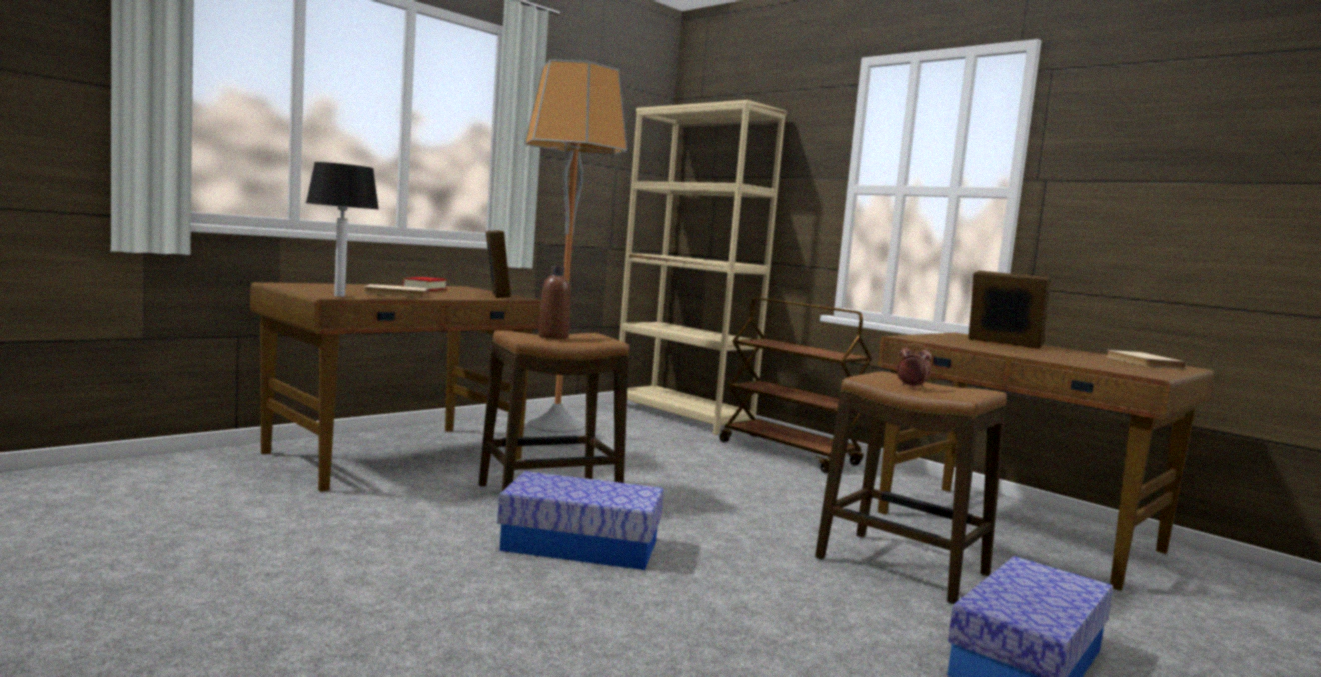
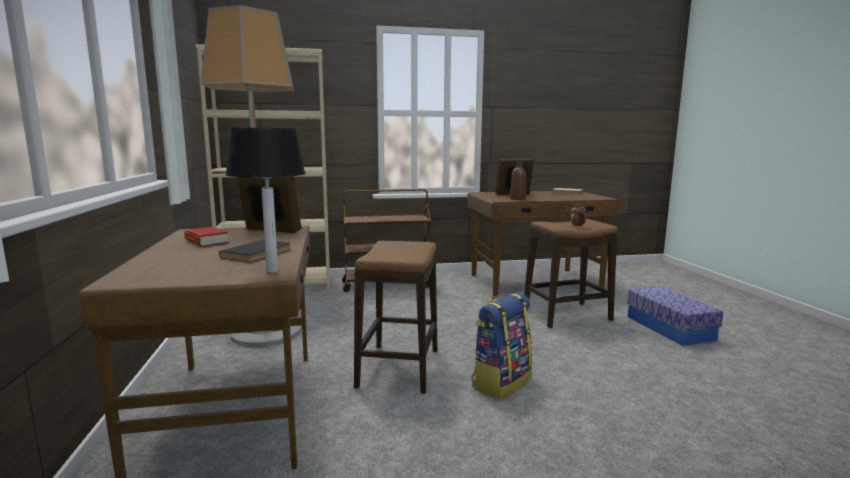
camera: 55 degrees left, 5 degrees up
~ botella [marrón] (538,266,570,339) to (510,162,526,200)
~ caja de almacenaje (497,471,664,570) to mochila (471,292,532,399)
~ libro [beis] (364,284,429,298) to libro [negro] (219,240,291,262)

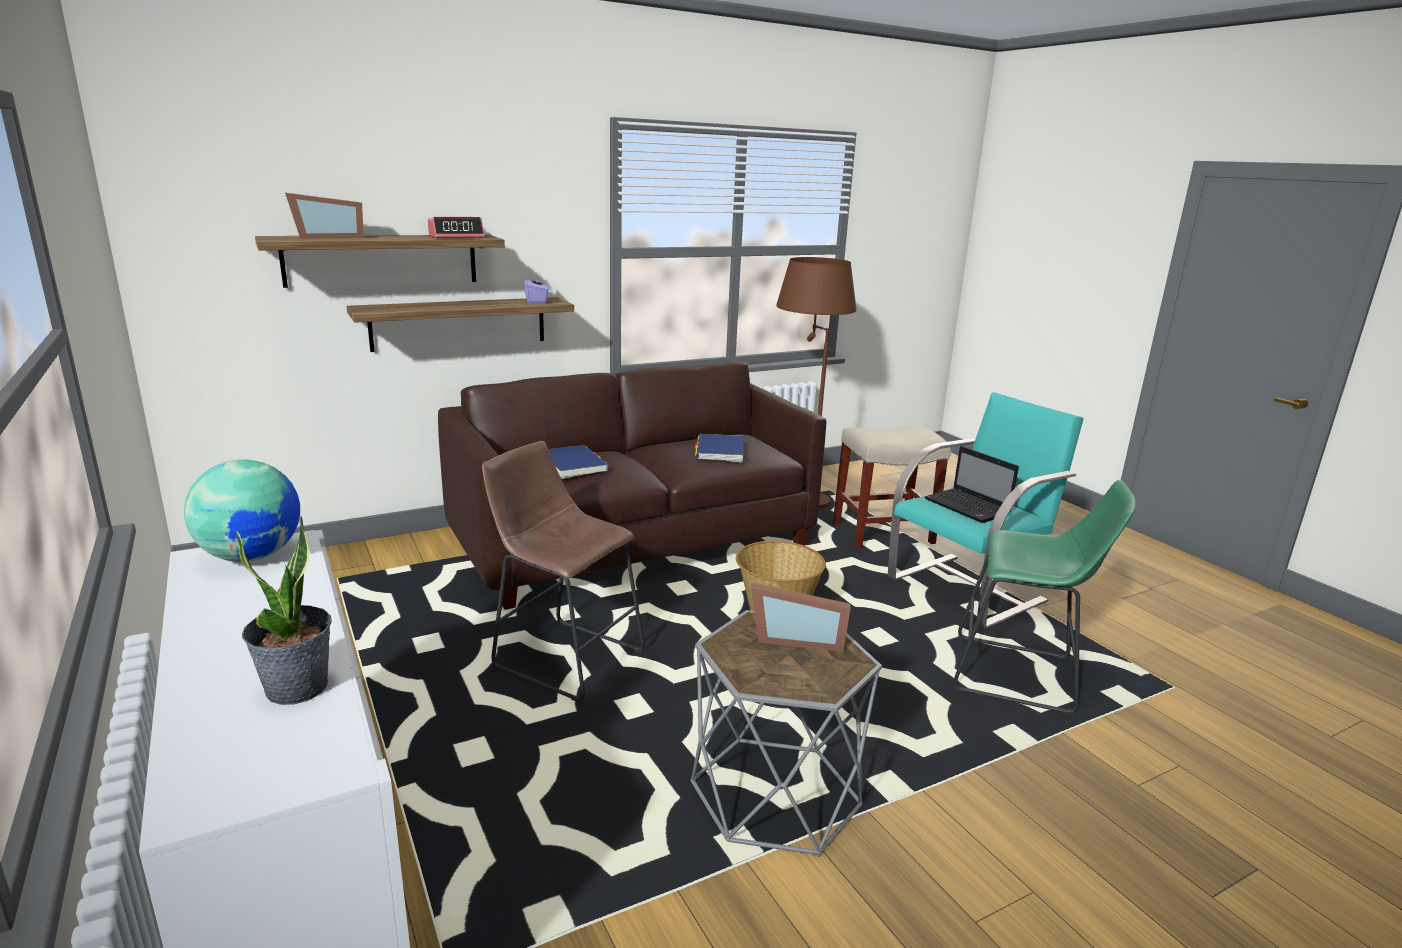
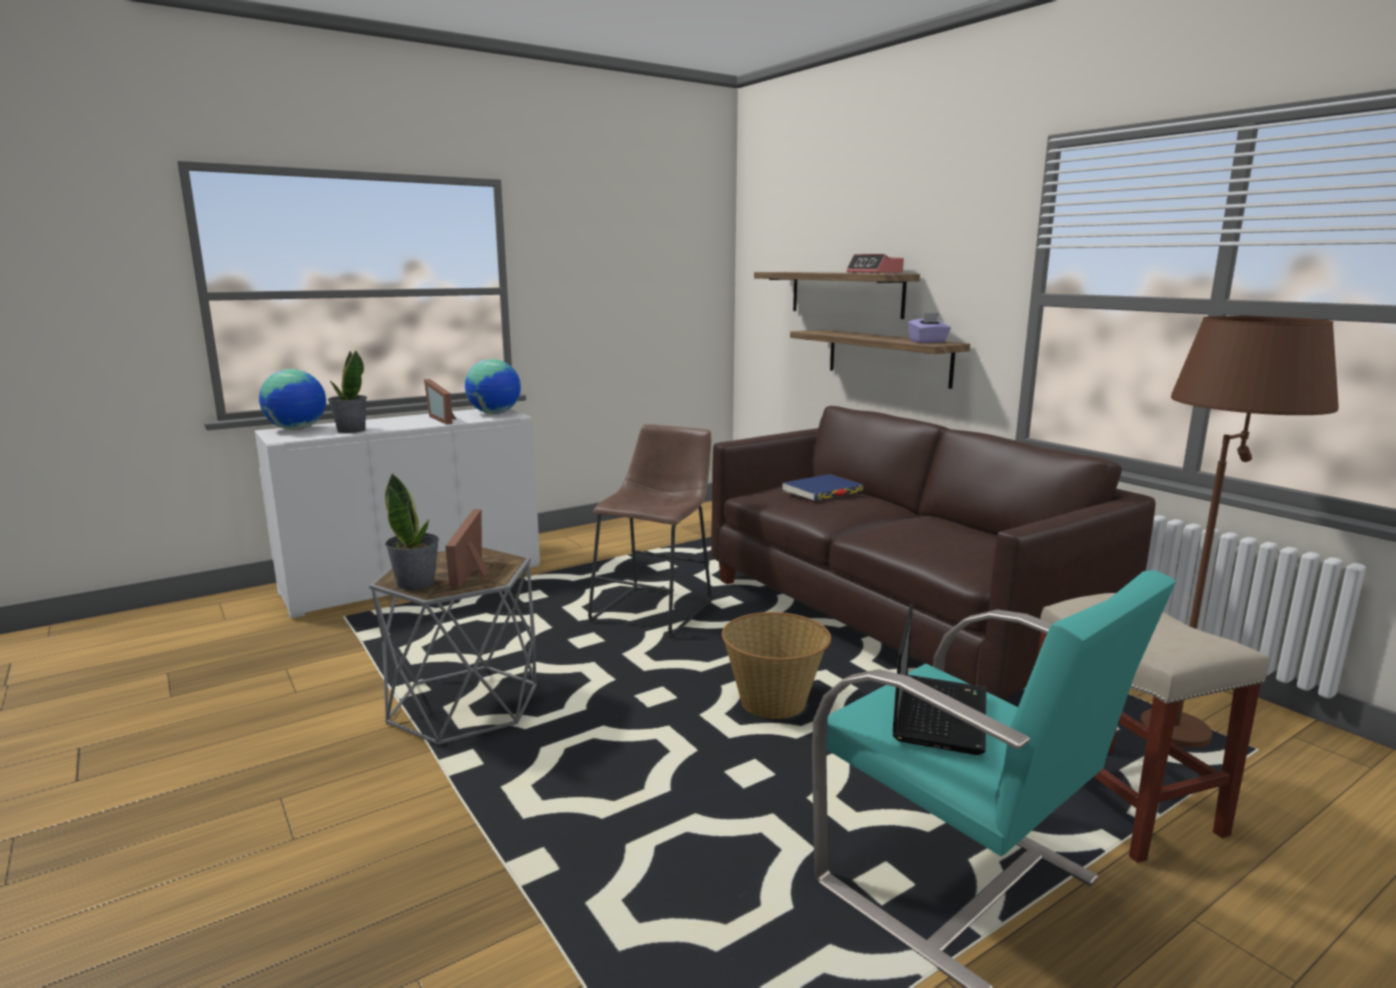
camera: 85 degrees right, 5 degrees down
- libro [azul] (694,434,744,462)
- taburete [verde] (953,480,1136,715)
+ globo terráqueo (259,369,326,430)
+ planta en maceta (385,473,439,591)
~ portarretratos (285,193,364,239) to (424,379,456,425)
~ portátil (925,446,1019,523) = (893,603,986,755) 150 degrees clockwise

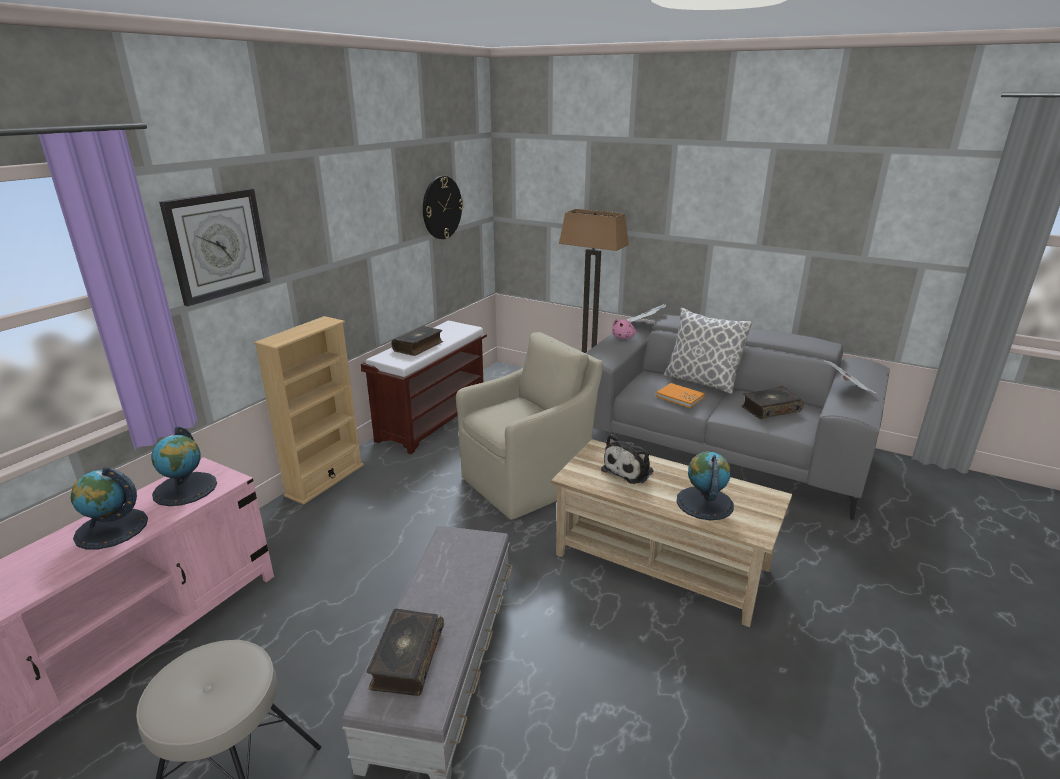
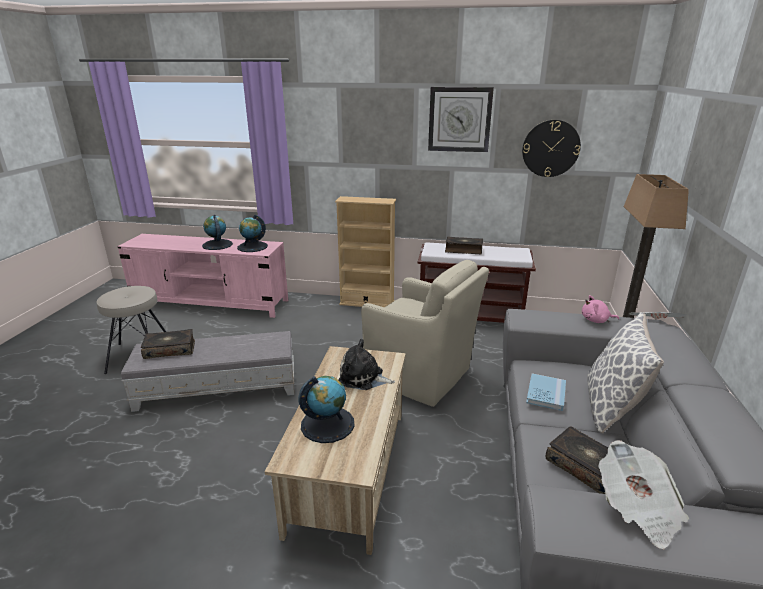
camera: 70 degrees right, 0 degrees up
~ reloj de pared (159,189,271,306) to (428,87,494,152)
~ libro [naranja] (656,383,705,408) to libro [azul] (526,373,566,411)

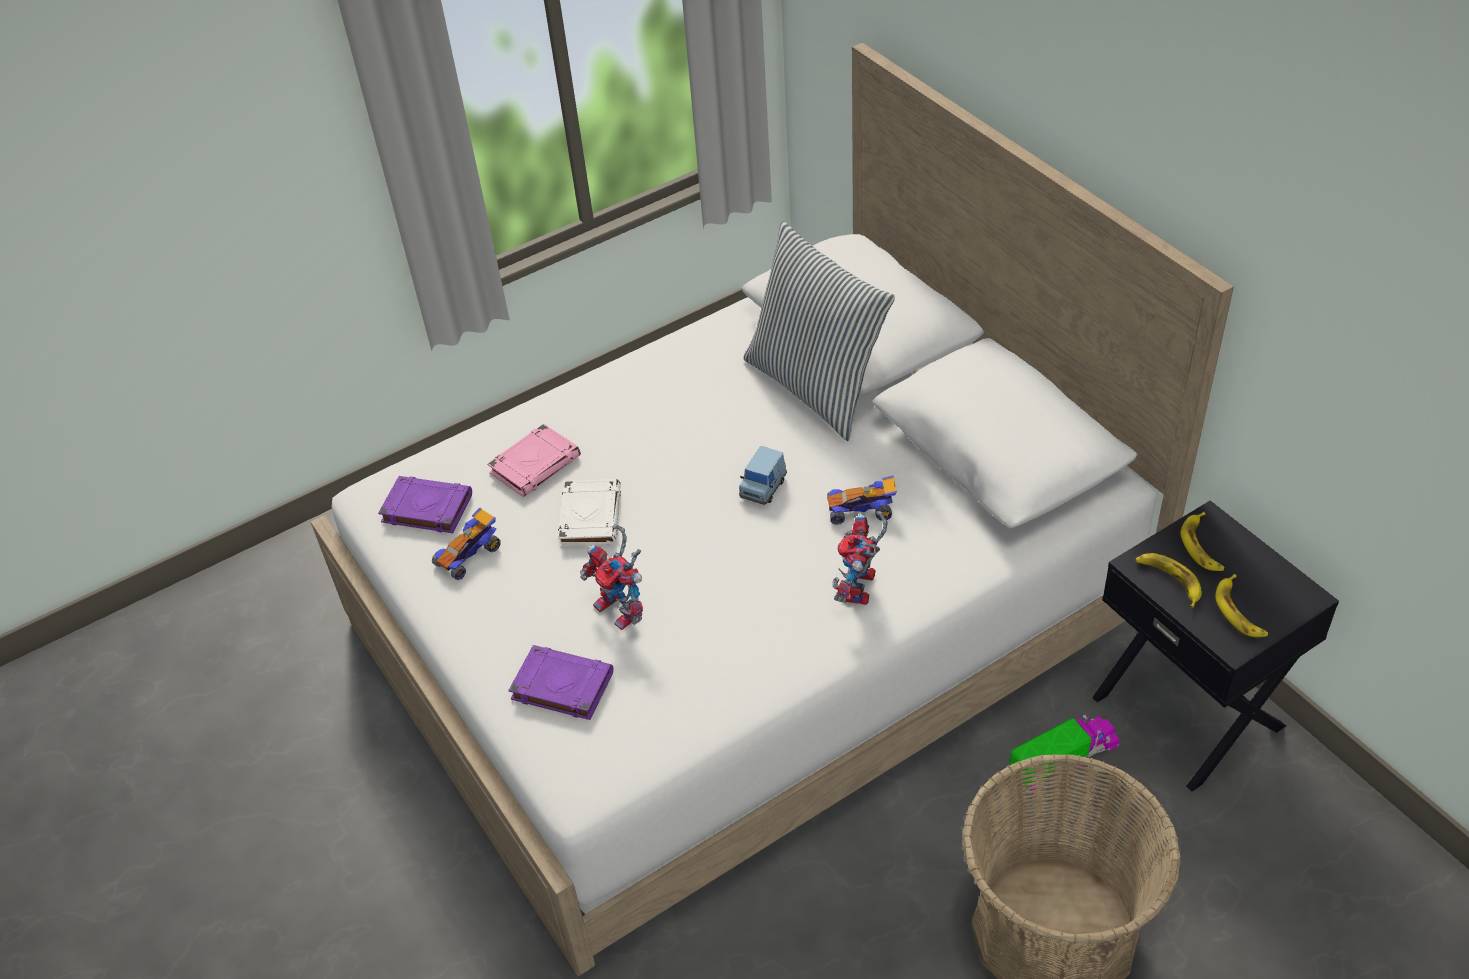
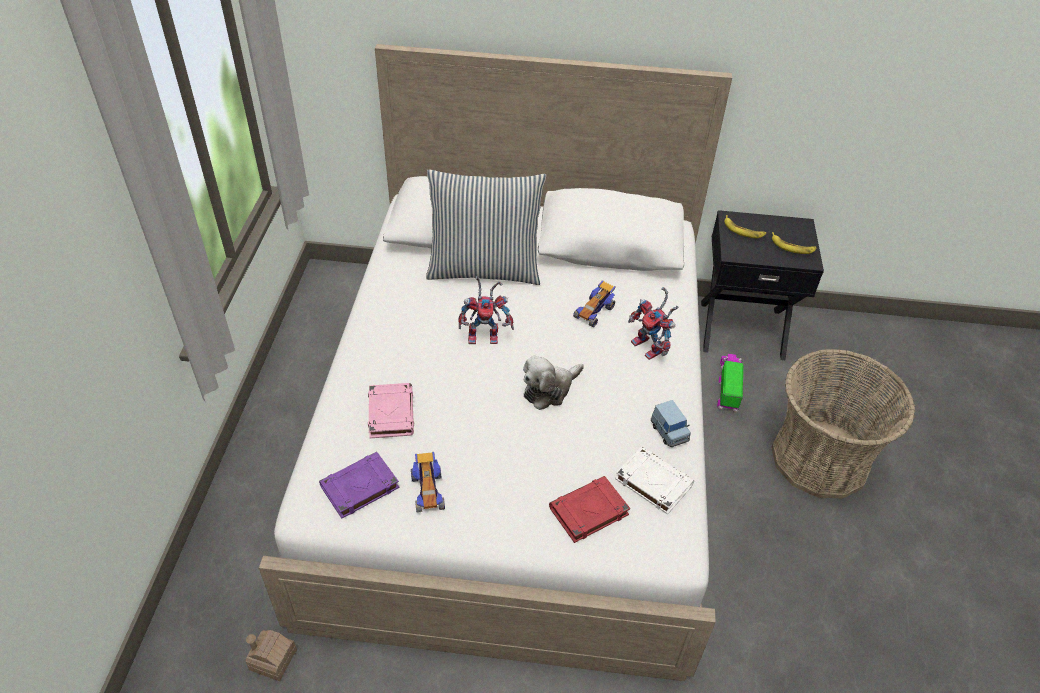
camera: 55 degrees left, 0 degrees up
- plátano (1135,553,1202,608)
+ casita (246,630,297,681)
+ peluche (523,355,584,410)
~ libro [blanco] (558,479,621,547) to (615,446,694,515)
~ robot de juguete (580,524,643,630) to (459,276,514,344)
~ coche de juguete [azul] (739,446,787,505) to (651,400,691,447)
~ libro [morado] (508,645,613,720) to libro [rojo] (549,476,630,543)

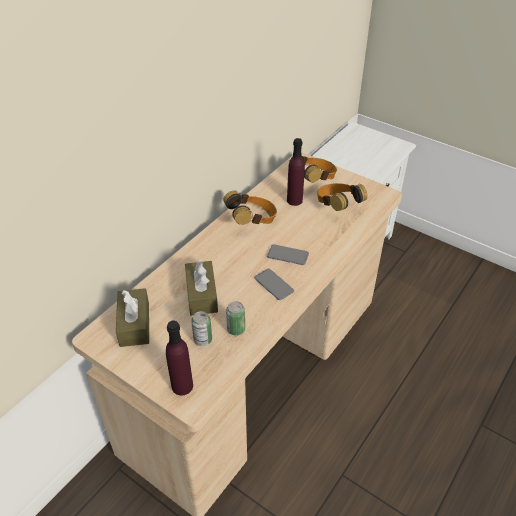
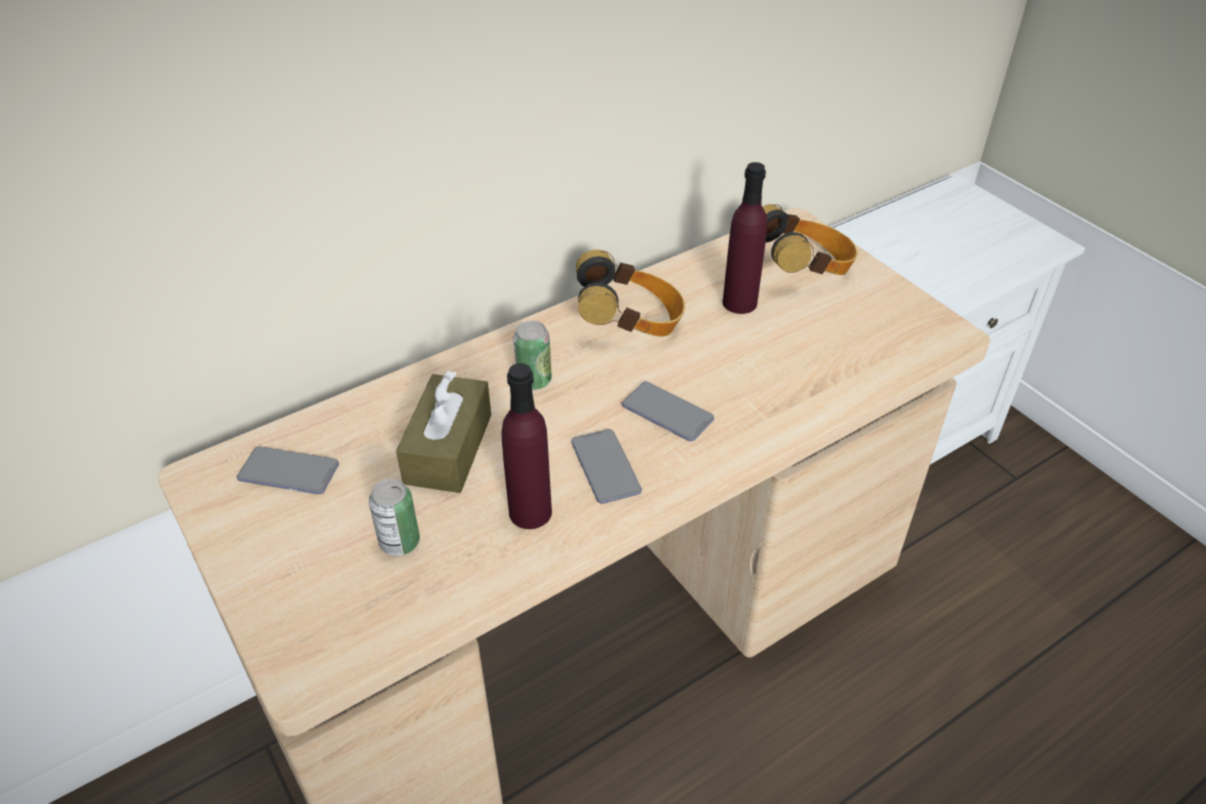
camera: 20 degrees right, 0 degrees up
- auriculares (317,183,367,211)
~ botella [morado] (166,321,193,395) to (501,363,552,529)
~ lata (226,301,245,336) to (513,321,552,390)
~ caja de pañuelos [marrón] (116,288,149,347) to móvil (236,446,339,494)

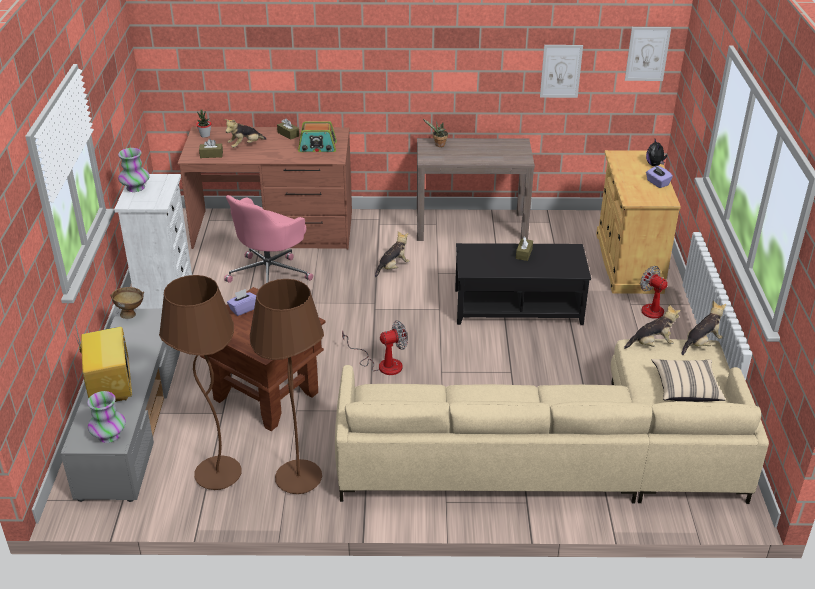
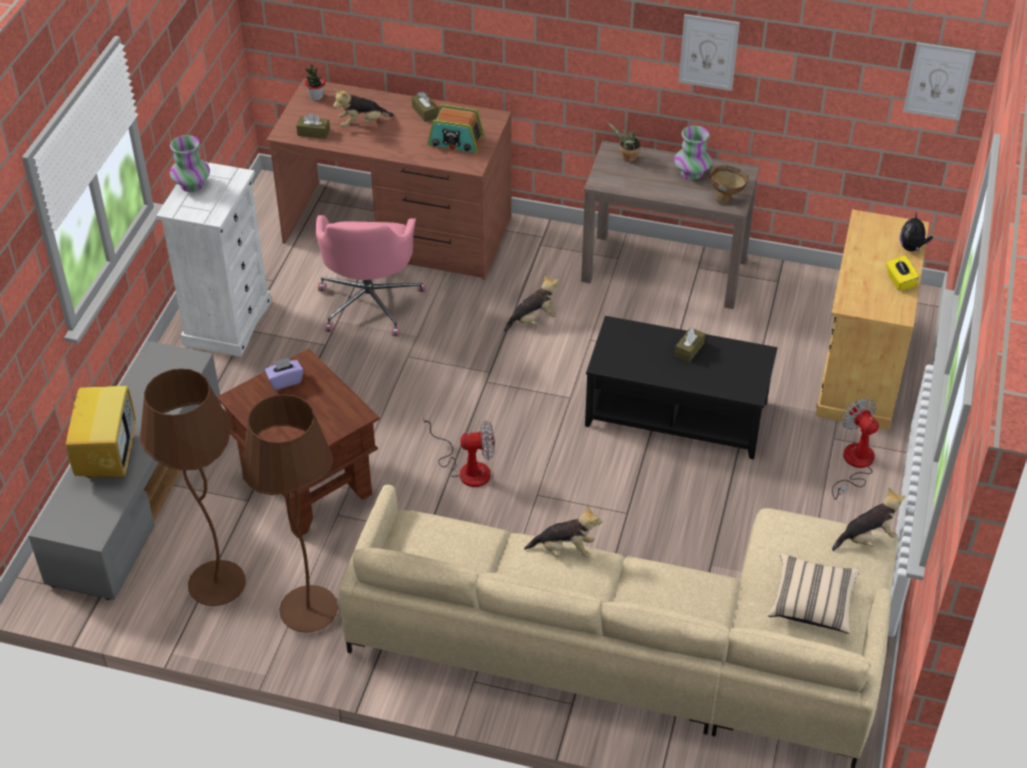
camera: 15 degrees right, 10 degrees up
~ florero (87,391,126,443) to (674,126,712,180)
~ cuenco [marrón] (110,287,144,319) to (710,165,749,205)
~ cuadro (540,45,583,98) to (678,14,740,91)
~ peluche (624,304,680,349) to (524,505,602,557)
~ caja de pañuelos [morado] (646,165,673,188) to caja de pañuelos [amarillo] (886,255,919,291)
~ silla de oficina [rosa] (224,195,313,283) = (316,215,426,336) 45 degrees counterclockwise

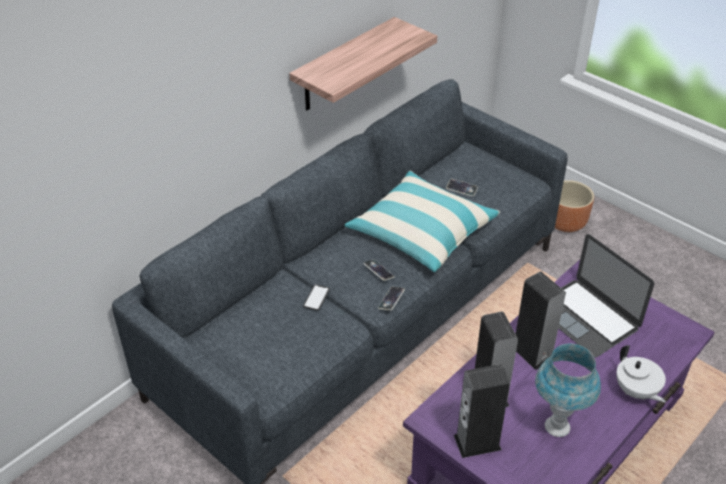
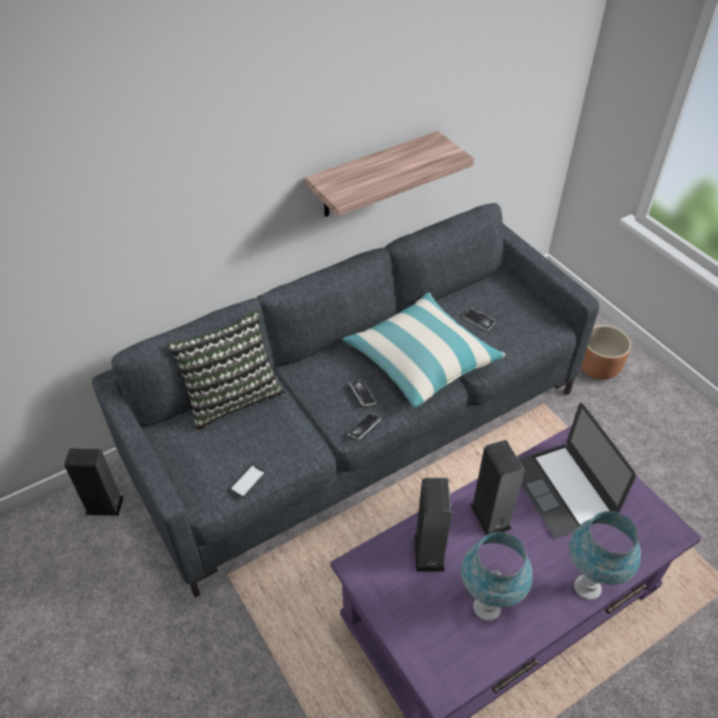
camera: 15 degrees right, 5 degrees up
+ cojín (167,310,285,431)
~ móvil (303,284,330,311) to (230,465,266,498)
~ altavoz (454,364,510,458) to (64,448,124,516)
~ tetera [blanco] (616,345,666,402) to lámpara de mesa [azul] (569,511,641,600)

